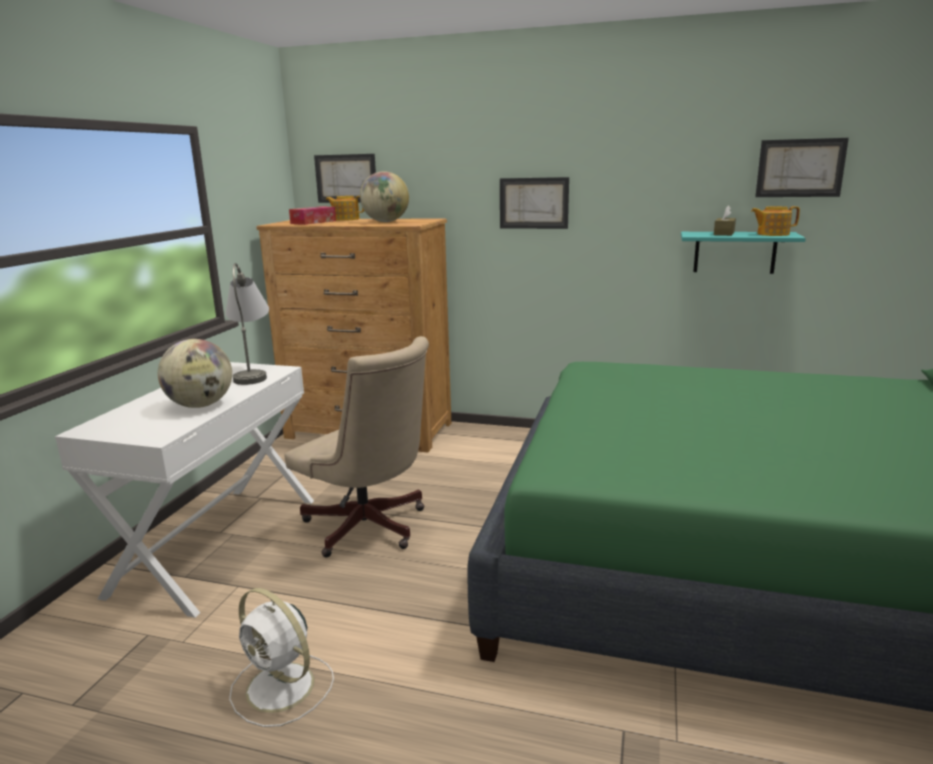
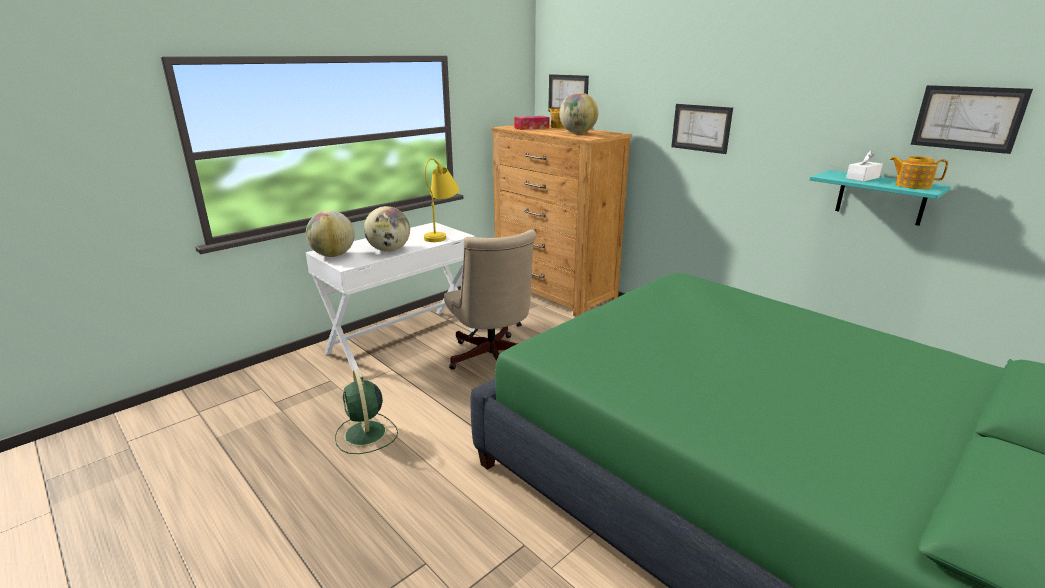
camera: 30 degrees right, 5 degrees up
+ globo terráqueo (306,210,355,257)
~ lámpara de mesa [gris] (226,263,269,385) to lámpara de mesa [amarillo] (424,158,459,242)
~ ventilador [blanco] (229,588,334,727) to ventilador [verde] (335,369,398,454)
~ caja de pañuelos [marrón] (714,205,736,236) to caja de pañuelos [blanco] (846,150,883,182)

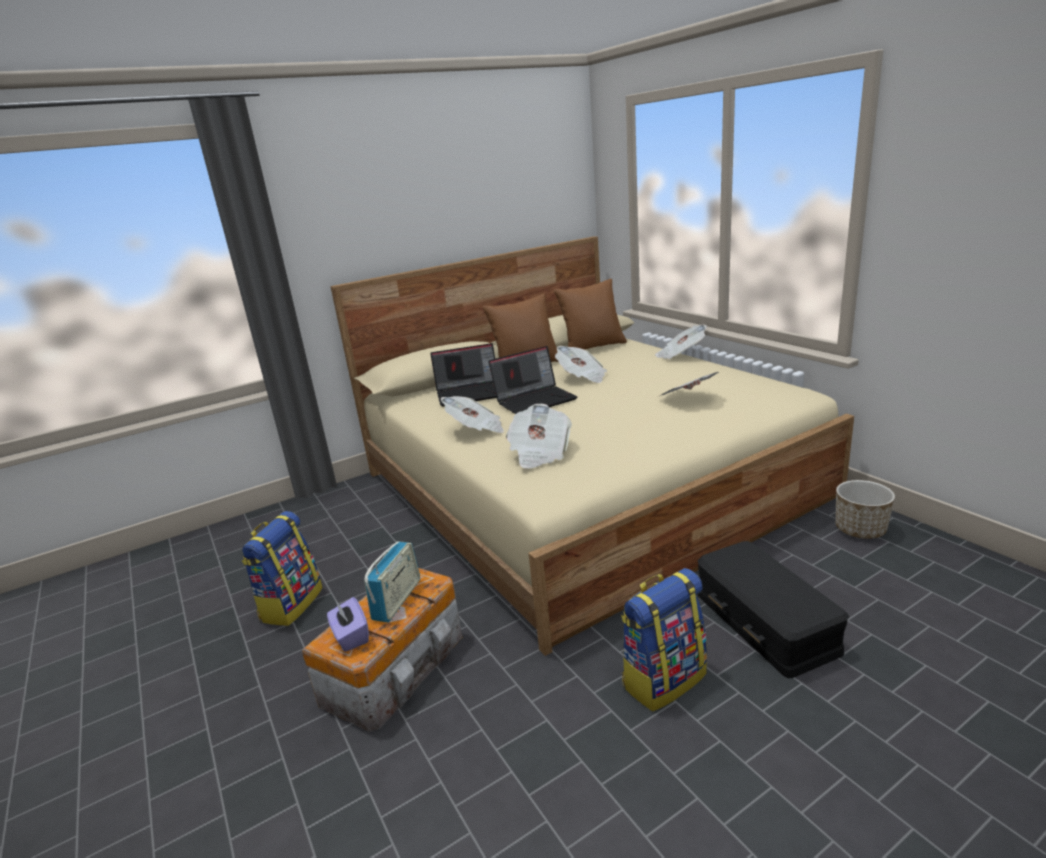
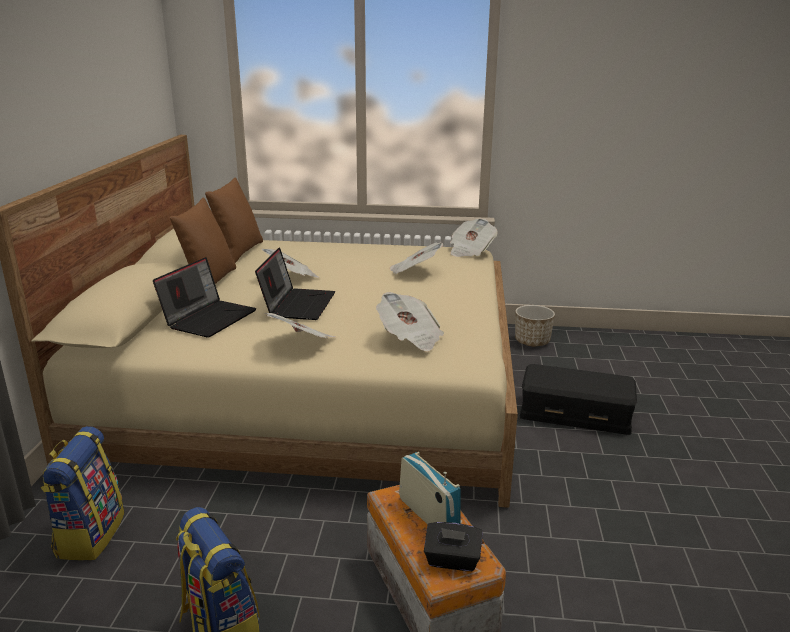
camera: 55 degrees left, 0 degrees up
~ mochila (621,568,707,711) to (41,426,124,560)
~ periódico (655,324,707,359) to (450,218,497,257)
~ caja de pañuelos [morado] (327,597,369,652) to caja de pañuelos [negro] (424,522,483,571)

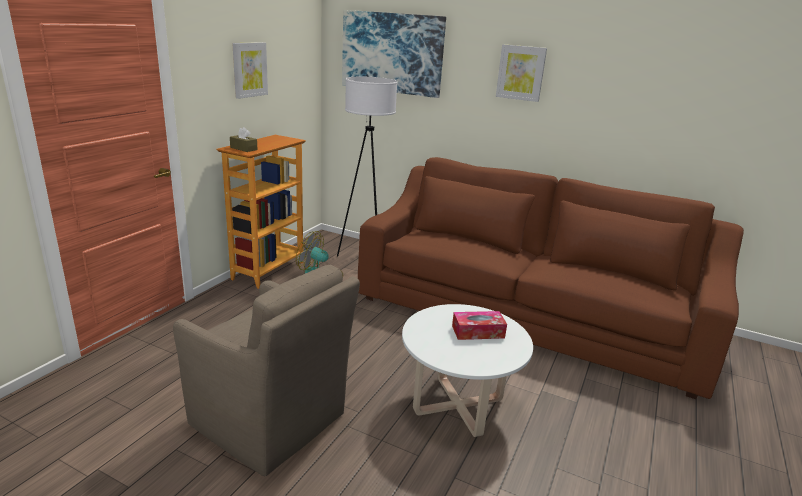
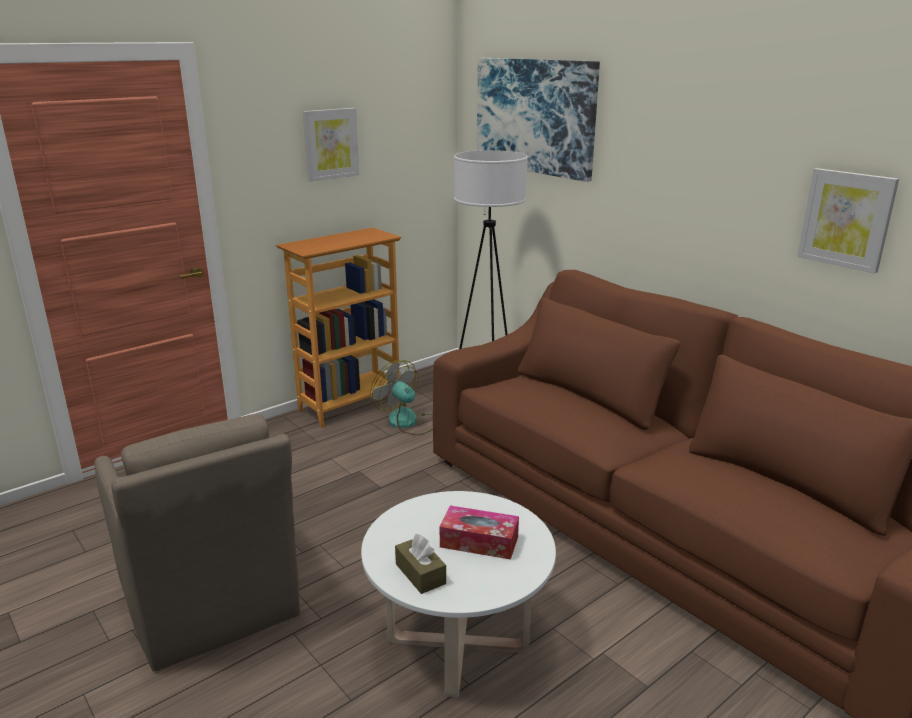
camera: 25 degrees right, 0 degrees up
~ caja de pañuelos [marrón] (230,127,257,152) to (395,534,446,594)
~ cuadro (496,44,547,102) to (797,168,899,274)

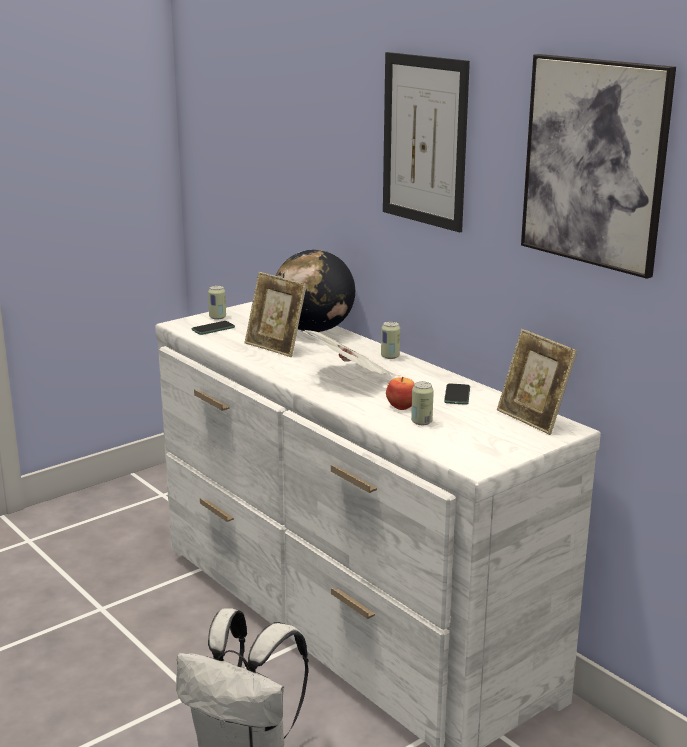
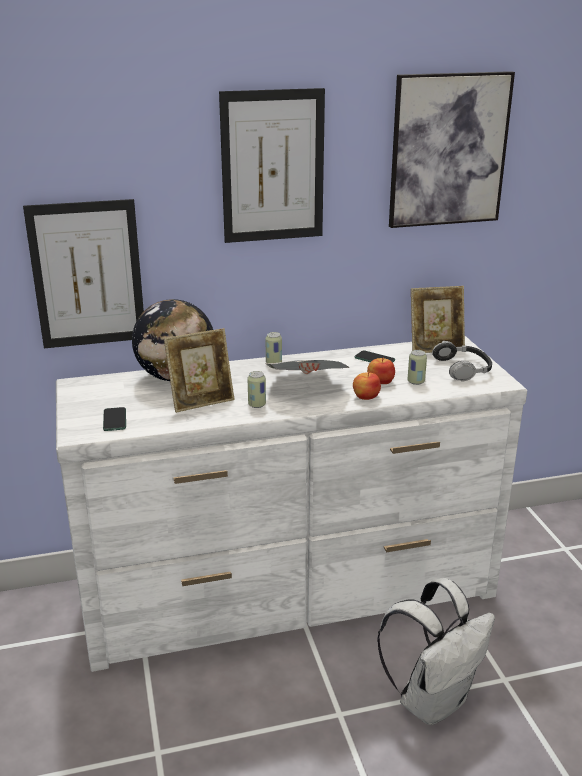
camera: 65 degrees left, 5 degrees up
+ cuadro (23,199,144,348)
+ manzana (353,372,381,400)
+ auriculares (432,341,492,382)
~ lata (208,285,226,320) to (247,371,266,408)

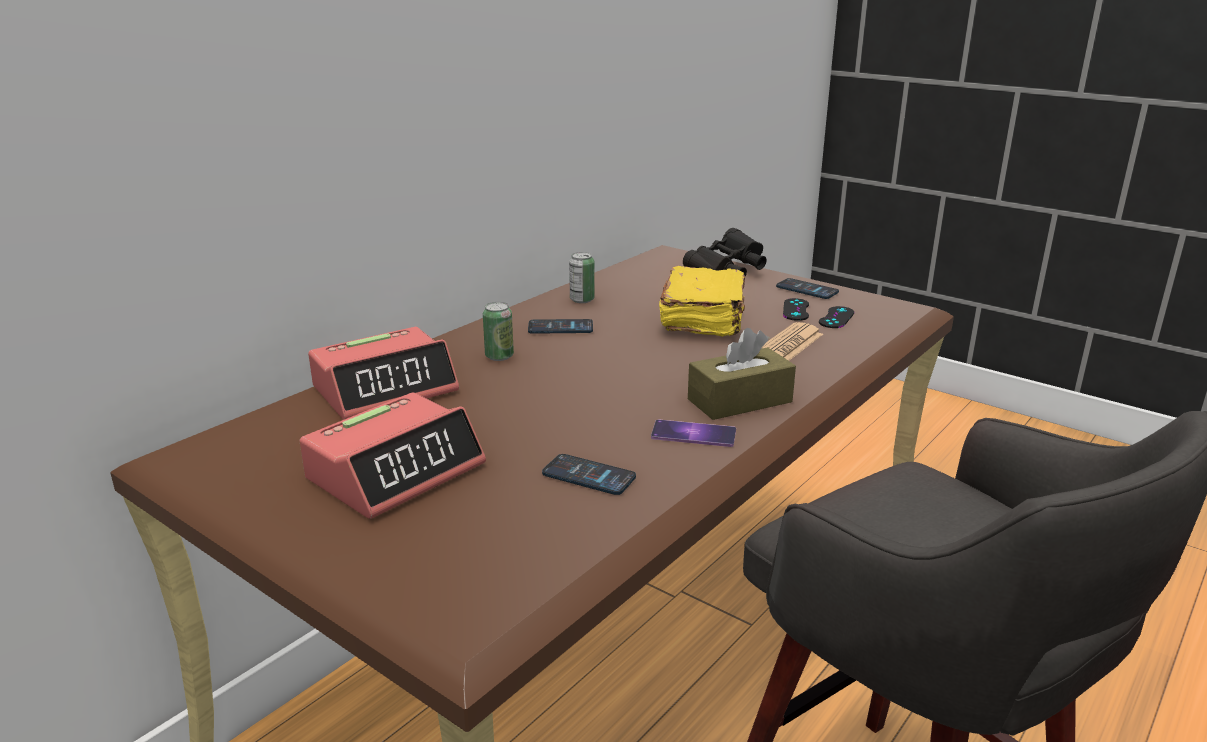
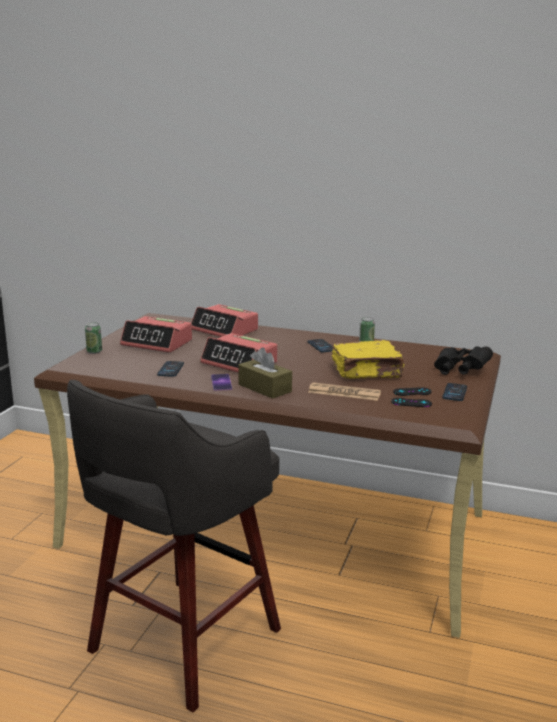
camera: 70 degrees right, 5 degrees down
+ despertador (200,333,278,372)
~ lata (483,302,514,361) to (85,322,102,354)

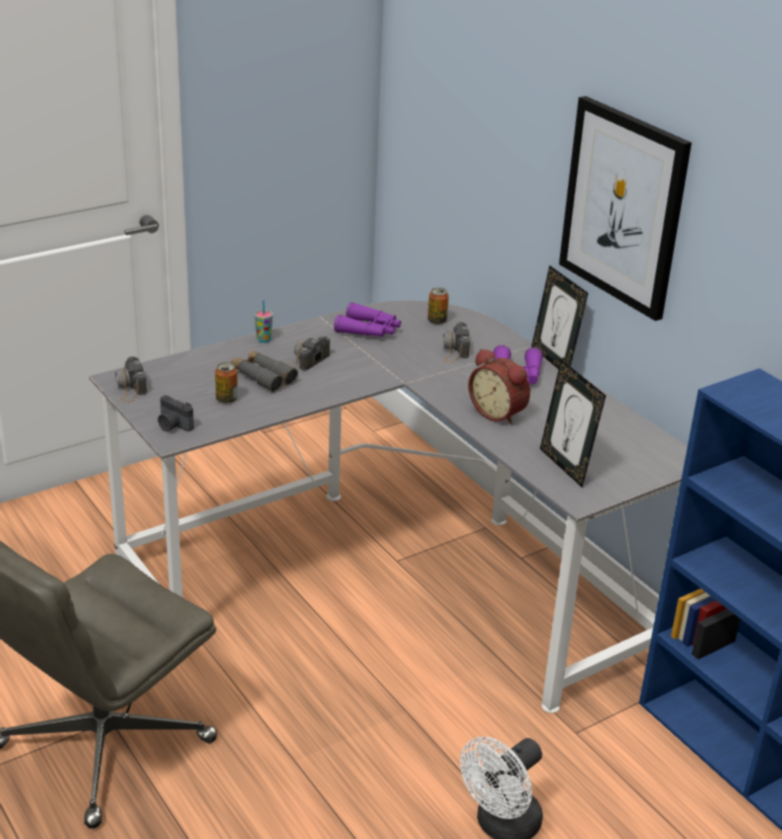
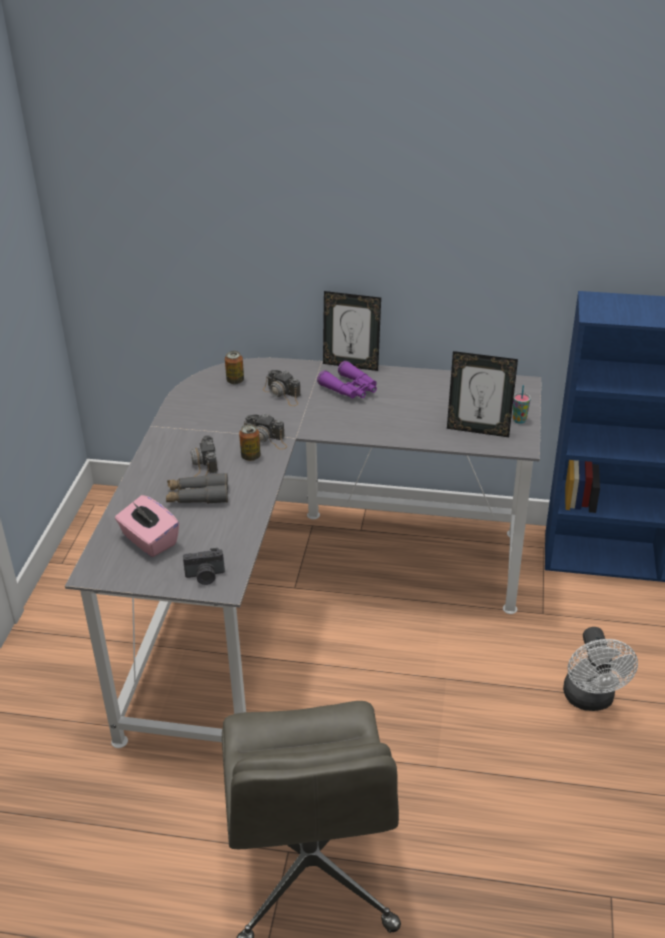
camera: 45 degrees left, 5 degrees up
- prismáticos [morado] (334,302,401,337)
- despertador (468,348,530,425)
- cuadro (559,96,692,321)
+ caja de pañuelos [rosa] (115,495,179,557)
~ cámara (115,357,147,403) to (244,413,287,450)
~ lata (215,362,238,404) to (239,424,261,461)
~ taza (255,300,273,343) to (513,385,531,424)

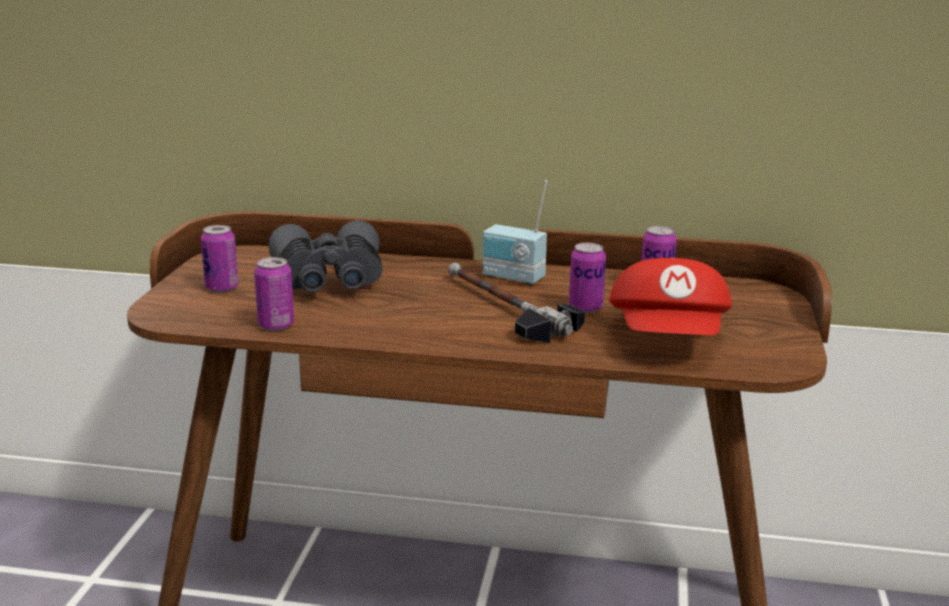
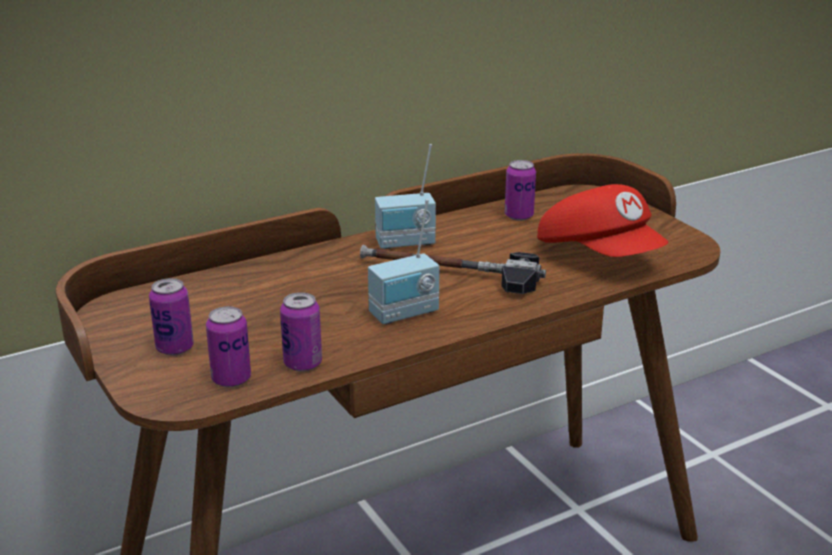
camera: 40 degrees left, 5 degrees up
- prismáticos [gris] (269,220,383,292)
+ radio (368,199,440,324)
~ lata (569,243,606,313) to (206,306,251,387)

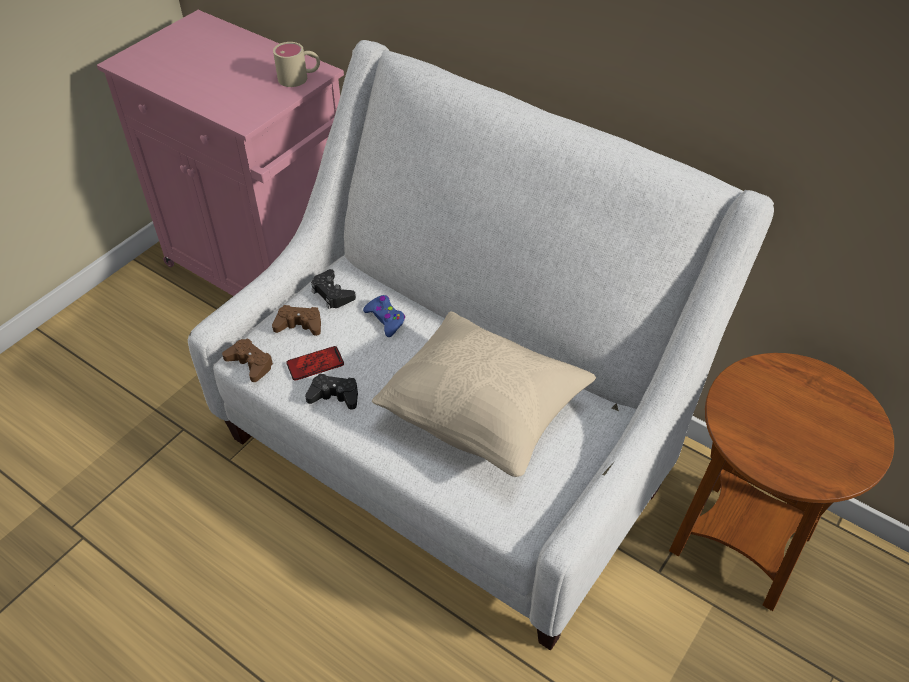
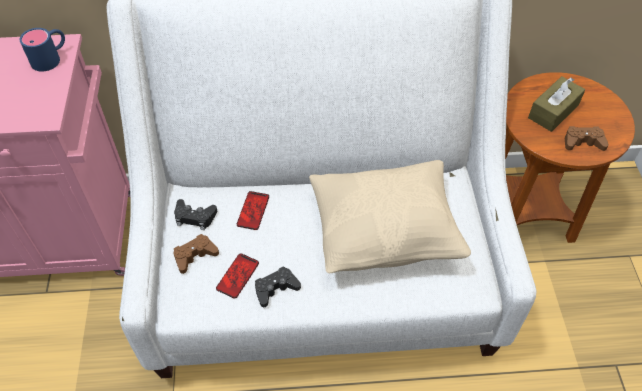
camera: 40 degrees left, 5 degrees up
+ caja de pañuelos [marrón] (528,76,585,132)
~ mando de consola [marrón] (222,338,274,382) to (565,126,609,151)
~ mando de consola [azul] (363,295,405,337) to móvil (237,191,269,230)
~ taza grande [beis] (273,42,320,87) to taza grande [azul] (20,28,65,72)

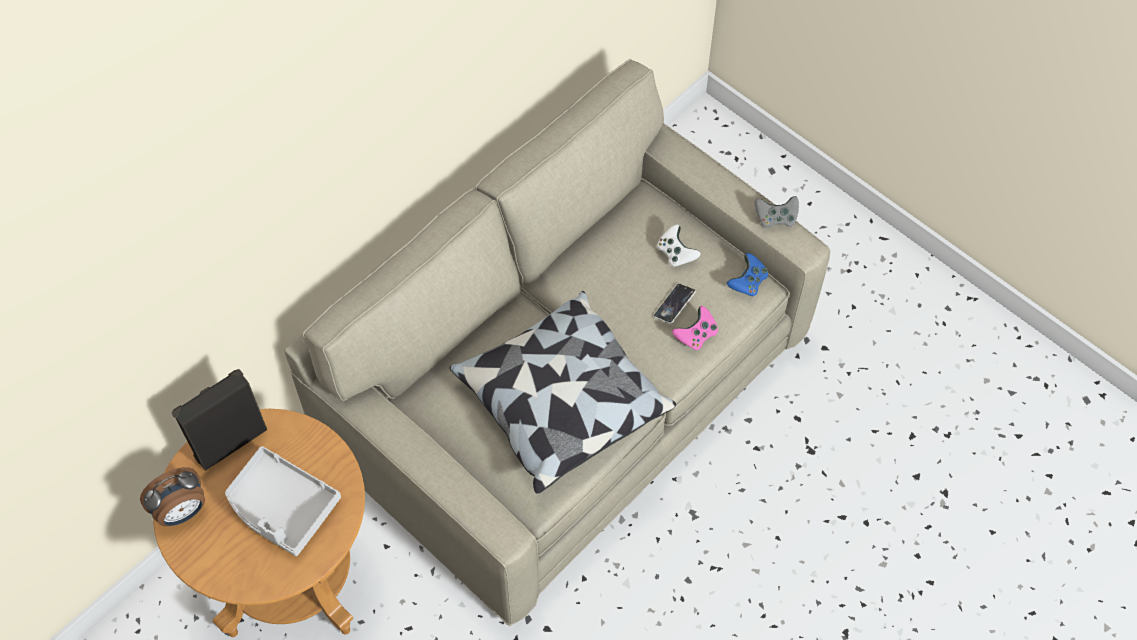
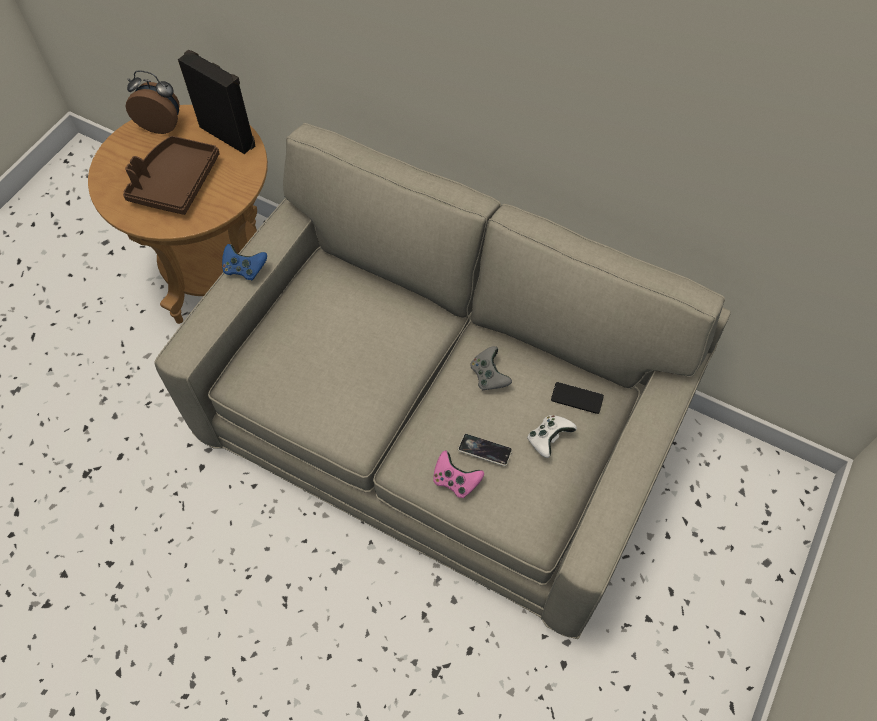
camera: 75 degrees right, 0 degrees up
- cojín (449,291,676,494)
+ móvil (551,382,604,414)
~ mando de consola [azul] (727,253,768,296) to (222,244,267,280)
~ mando de consola [gris] (755,196,799,228) to (470,346,512,390)
~ bandeja [gris] (225,446,341,556) to bandeja [marrón] (123,136,220,215)
~ despertador (140,467,205,526) = (126,71,180,134) 150 degrees clockwise

